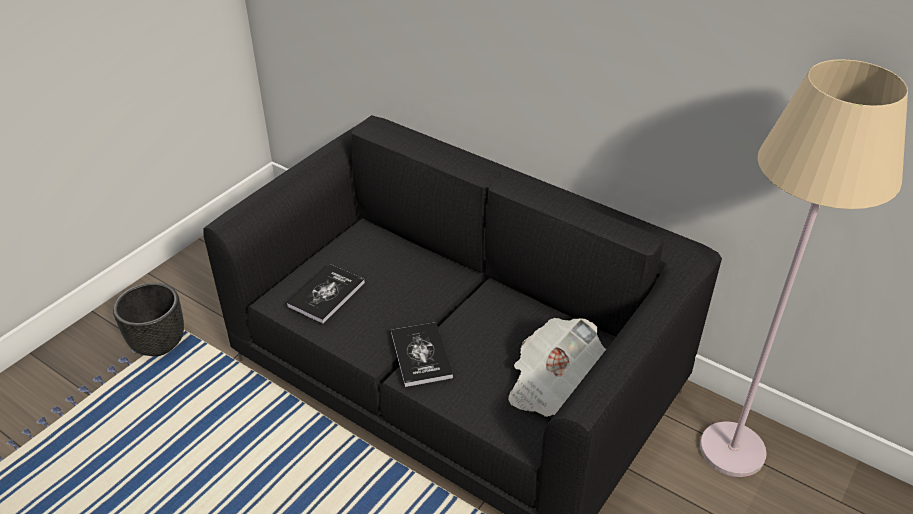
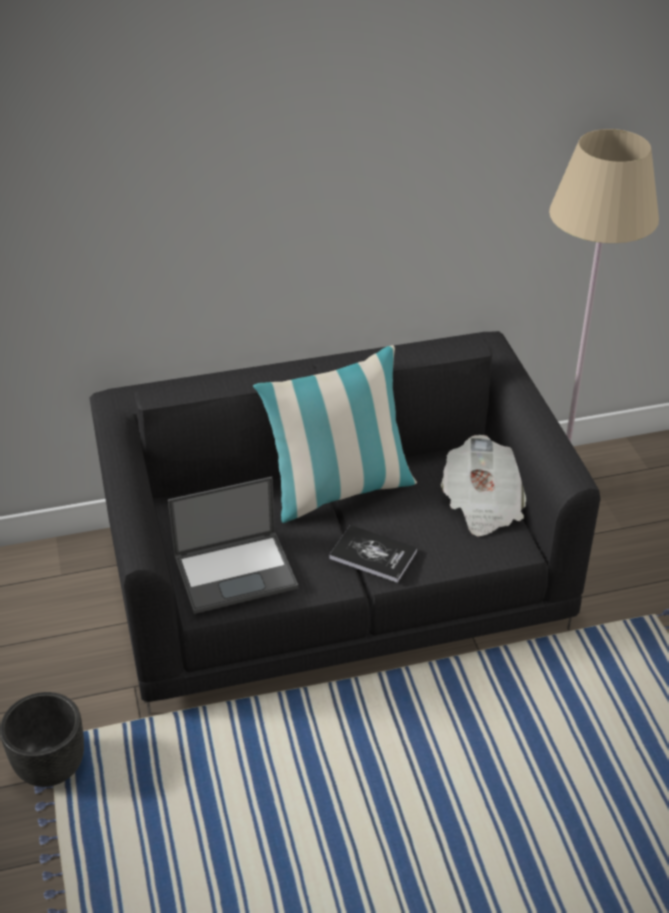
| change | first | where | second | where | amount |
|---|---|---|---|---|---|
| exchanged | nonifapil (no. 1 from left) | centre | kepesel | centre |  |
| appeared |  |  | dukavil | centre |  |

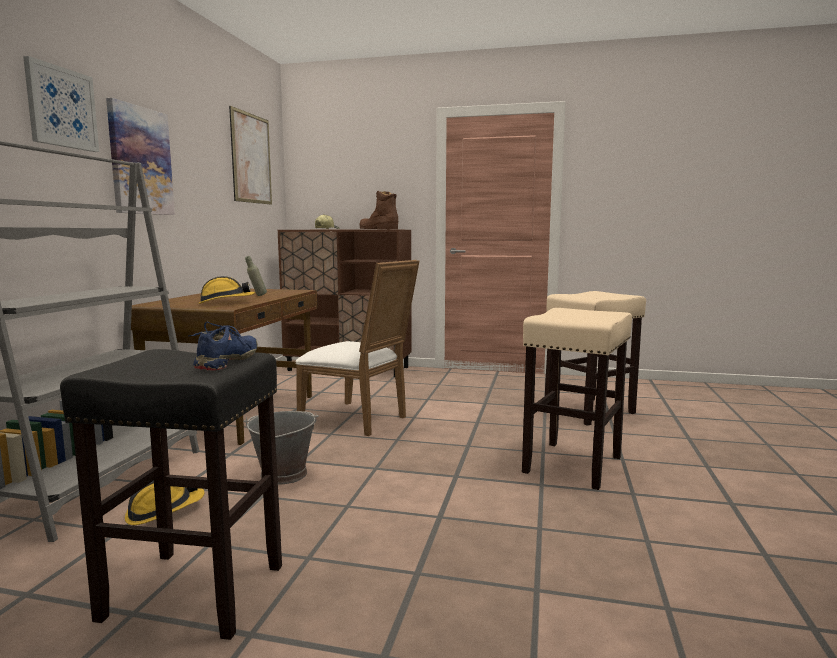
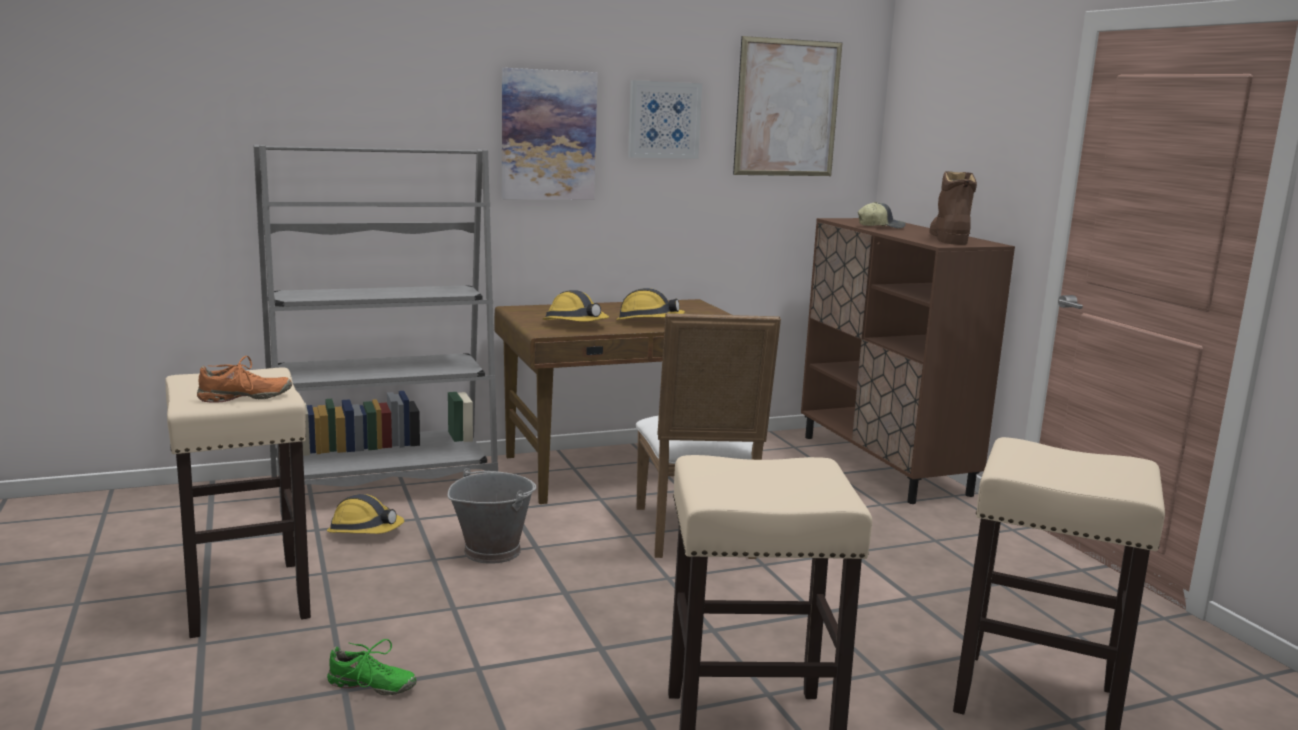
| change | first | where | second | where | amount |
|---|---|---|---|---|---|
| relocated | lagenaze (no. 1 from left in the first image) | top left | lagenaze (no. 2 from left) | top centre |  |
| colour | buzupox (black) | bottom left | buzupox (beige) (no. 1 from left) | bottom left |  |
| colour | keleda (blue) | middle left | keleda (orange) | middle left |  |
| exchanged | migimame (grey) | middle left | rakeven (no. 3 from left) | centre |  |
| appeared |  |  | keleda (green) | bottom left |  |

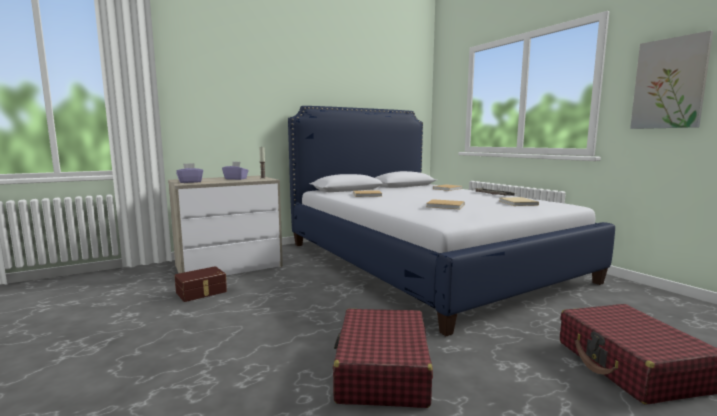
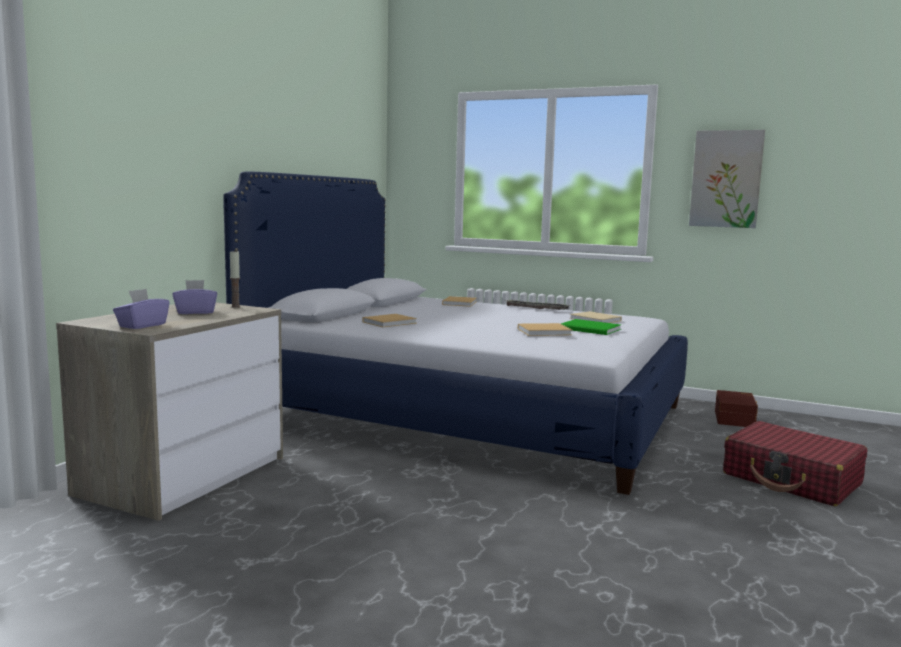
| change | first | where | second | where | amount |
|---|---|---|---|---|---|
| relocated | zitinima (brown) | bottom left |  | middle right |  |
| missing | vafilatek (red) (no. 1 from left) | bottom centre |  |  |  |
| appeared |  |  | nonifapil (green) | centre |  |

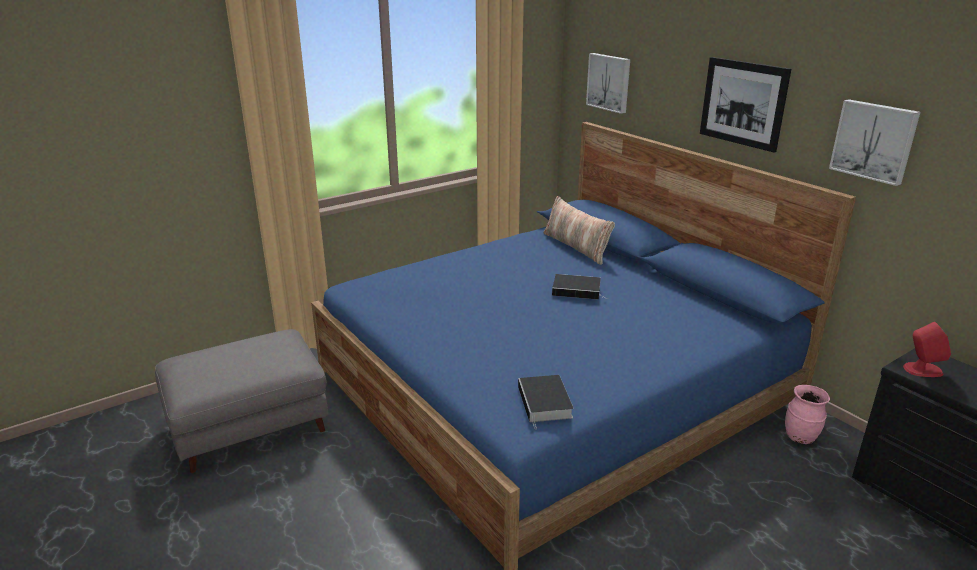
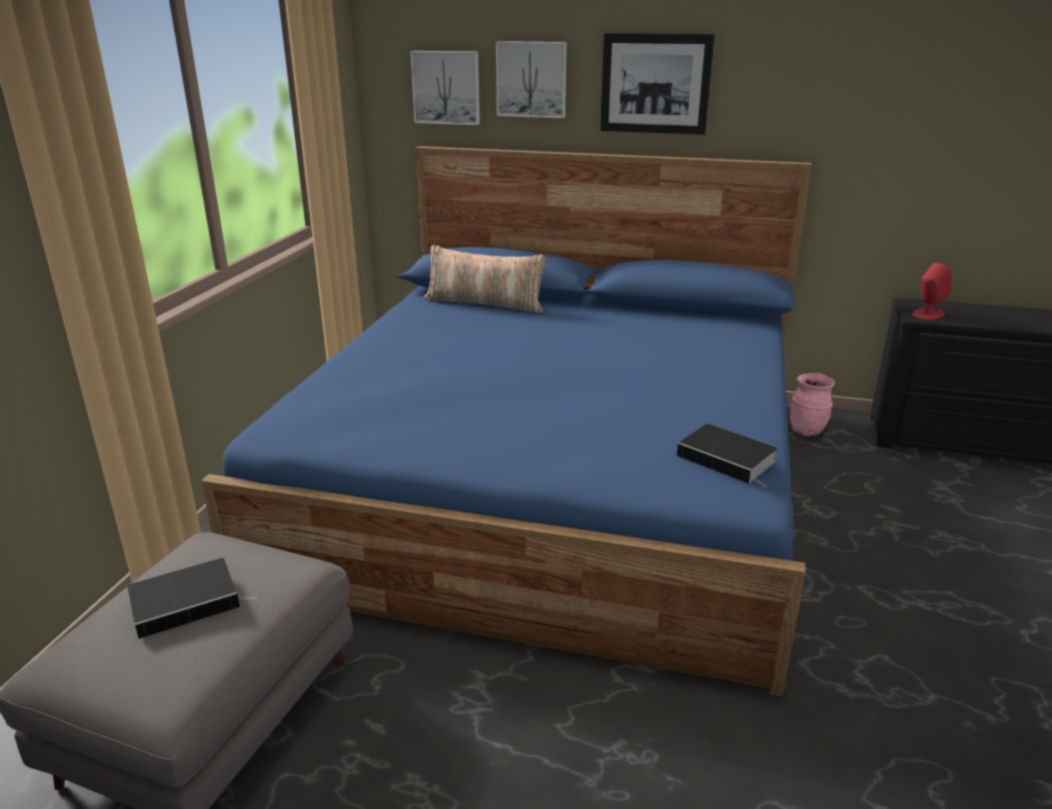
| change | first | where | second | where | amount |
|---|---|---|---|---|---|
| relocated | nonifapil (no. 2 from left in the first image) | centre | nonifapil (no. 1 from left) | bottom left |  |
| relocated | lagenaze (no. 3 from left in the first image) | top right | lagenaze (no. 2 from left) | top centre |  |

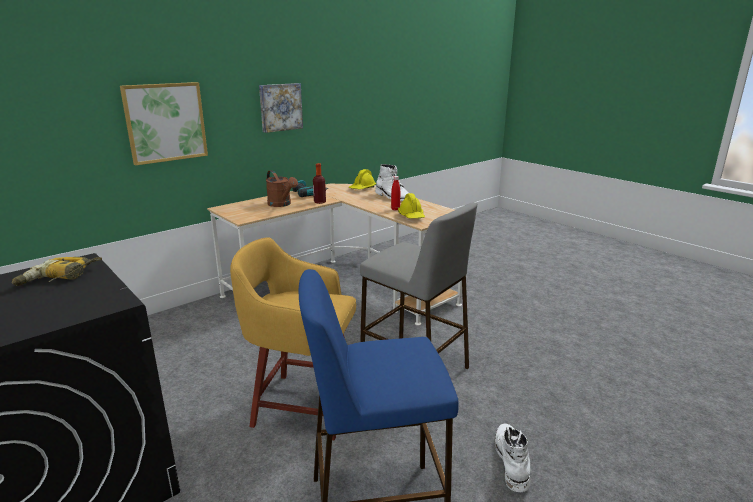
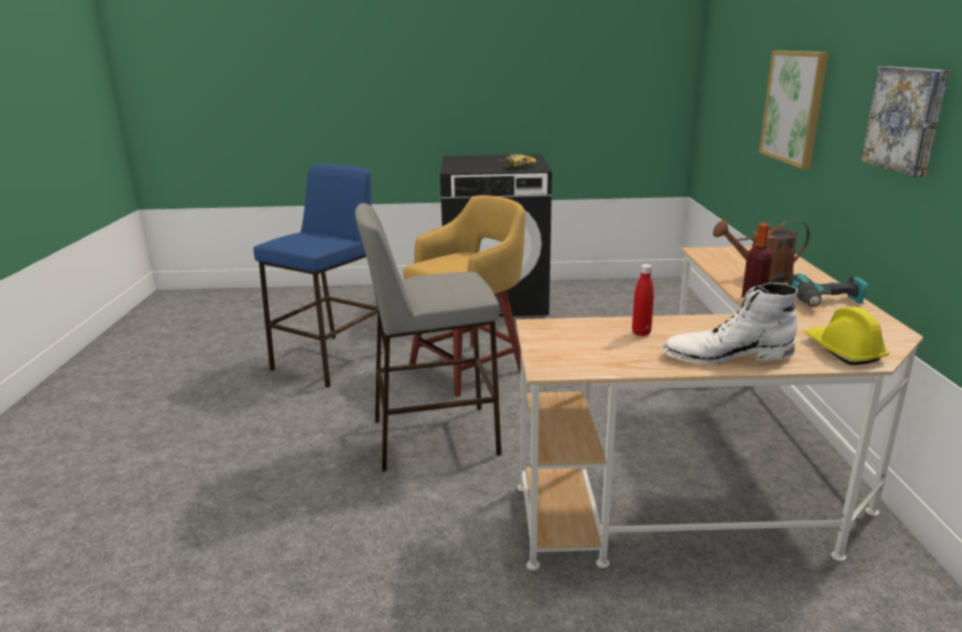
| change | first | where | second | where | amount |
|---|---|---|---|---|---|
| missing | rakeven (yellow) (no. 2 from left) | centre |  |  |  |
| missing | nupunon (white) (no. 2 from left) | bottom right |  |  |  |

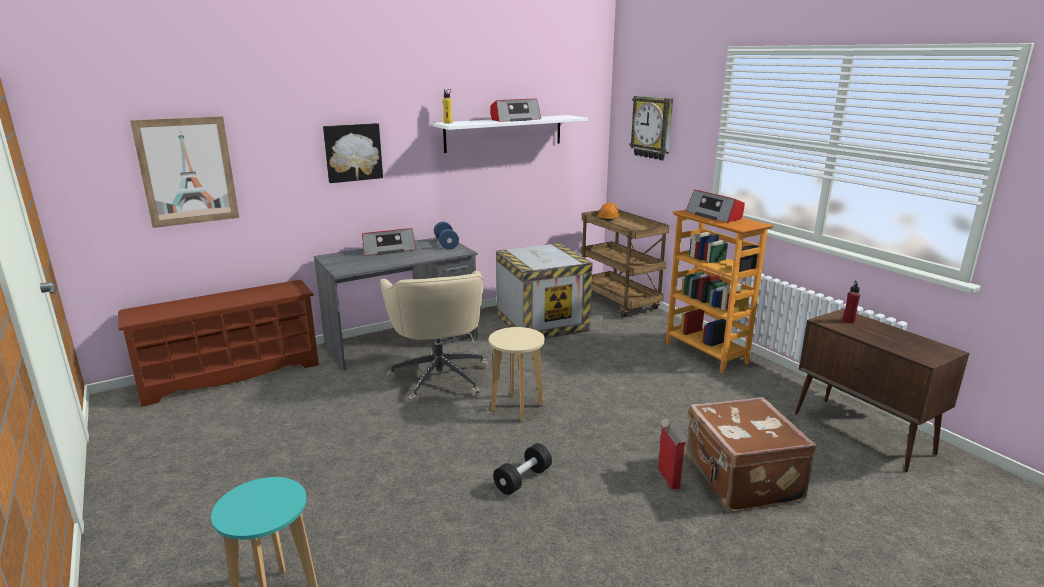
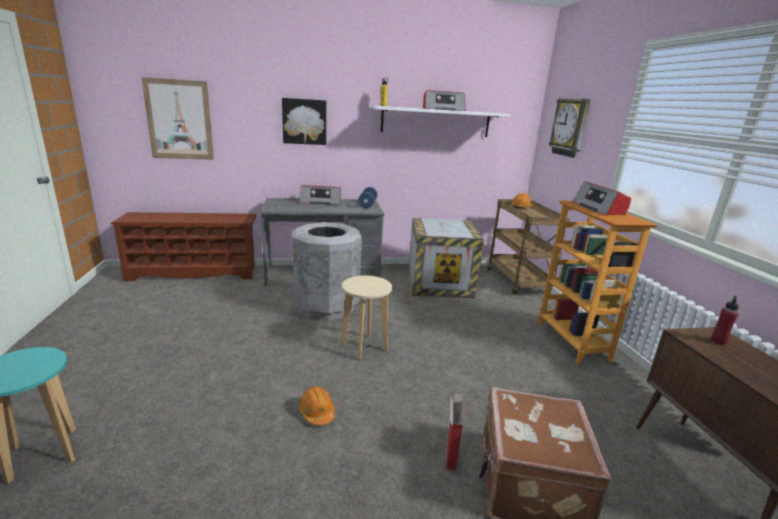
| change | first | where | second | where | amount |
|---|---|---|---|---|---|
| exchanged | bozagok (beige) | centre | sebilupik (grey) | centre |  |
| exchanged | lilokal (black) | bottom centre | rakeven (orange) (no. 1 from left) | bottom centre |  |

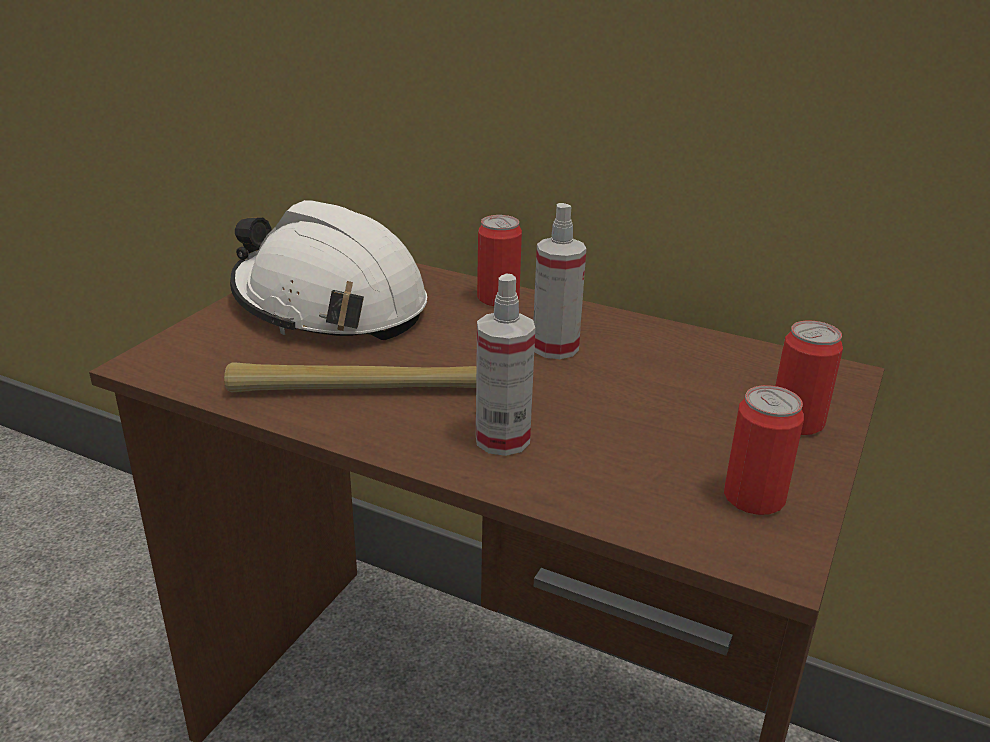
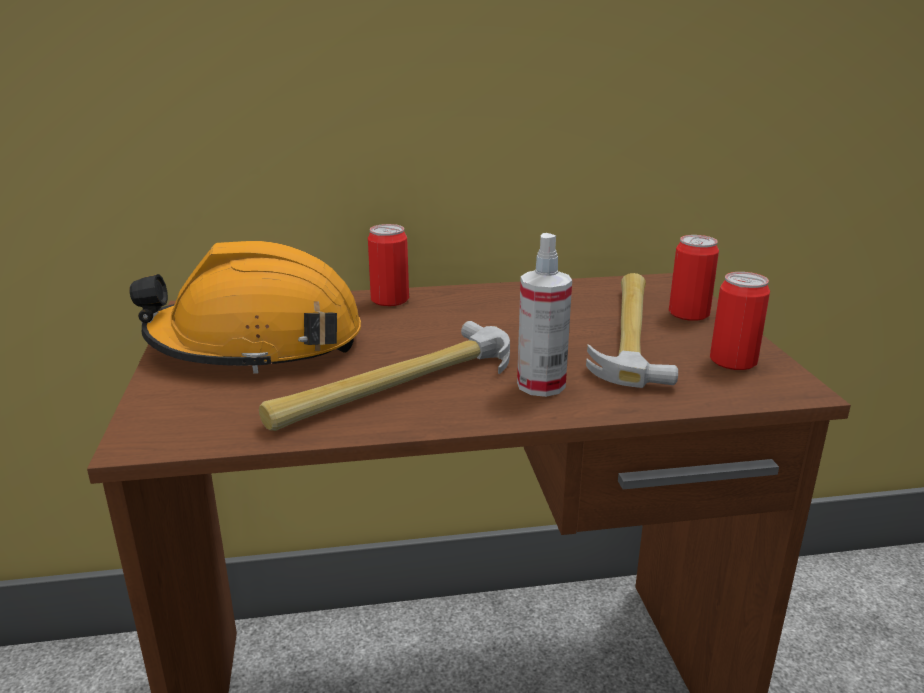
| change | first | where | second | where | amount |
|---|---|---|---|---|---|
| colour | rakeven (white) | middle left | rakeven (orange) | middle left |  |
| missing | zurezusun (no. 2 from left) | centre |  |  |  |
| appeared |  |  | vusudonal (no. 2 from left) | middle right |  |

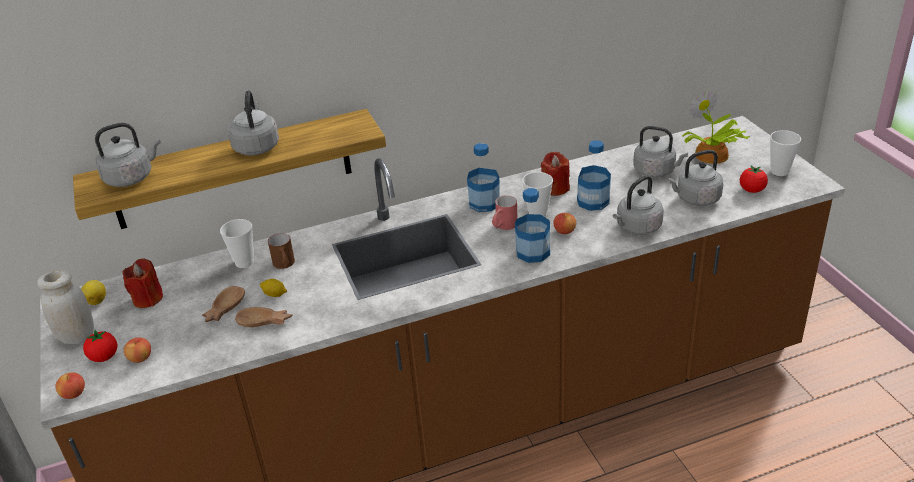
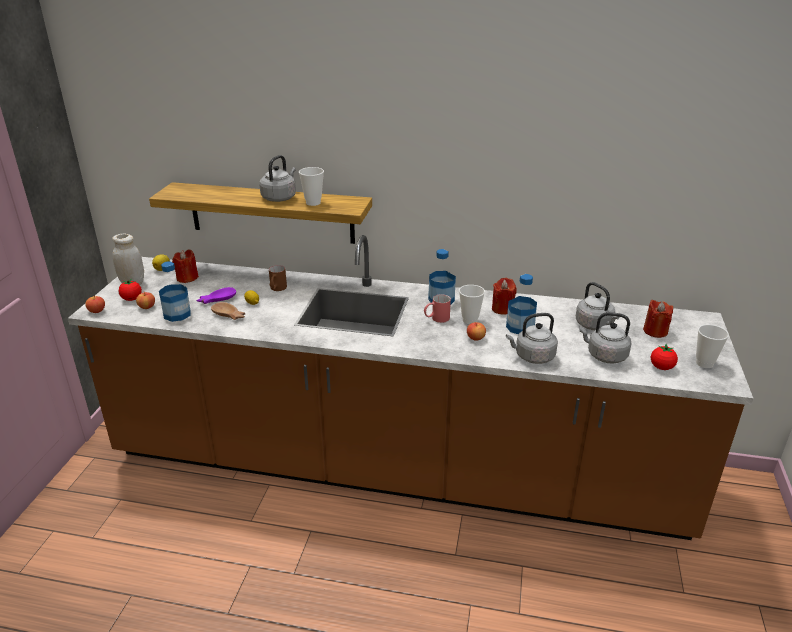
| change | first | where | second | where | amount |
|---|---|---|---|---|---|
| missing | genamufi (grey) (no. 1 from left) | top left |  |  |  |
| colour | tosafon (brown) (no. 1 from left) | middle left | tosafon (purple) | middle left |  |
| relocated | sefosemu (no. 1 from left) | middle left |  | top centre |  |
| relocated | migimame (no. 2 from left in the first image) | centre | migimame (no. 1 from left) | middle left |  |
| exchanged | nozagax | top right | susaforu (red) (no. 3 from left) | middle right |  |

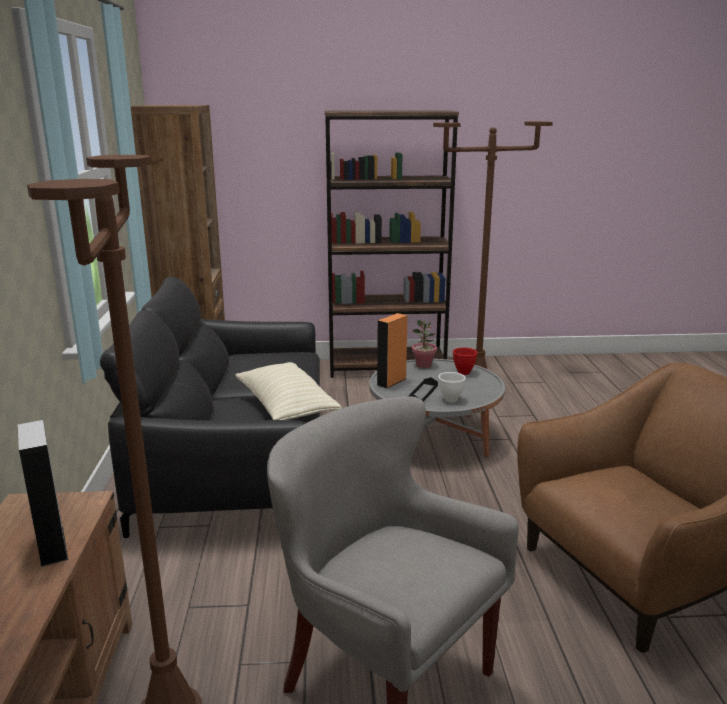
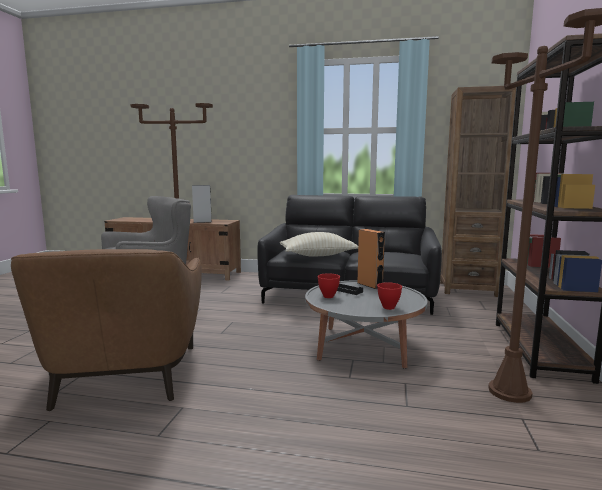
| change | first | where | second | where | amount |
|---|---|---|---|---|---|
| missing | nozagax | centre |  |  |  |
| colour | tosafon (white) | centre | tosafon (red) (no. 1 from left) | centre |  |

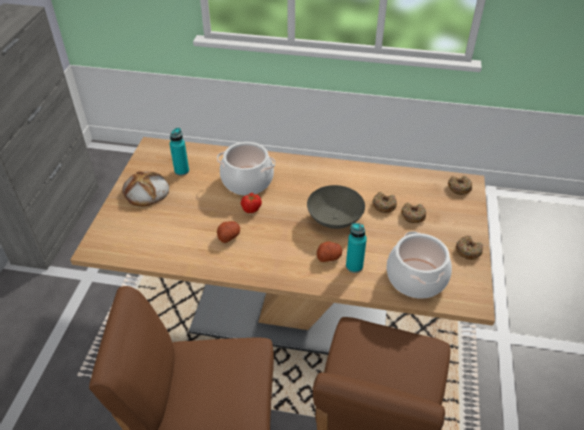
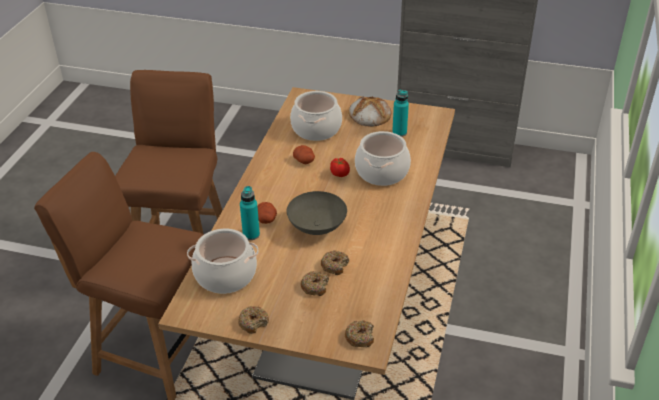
| change | first | where | second | where | amount |
|---|---|---|---|---|---|
| appeared |  |  | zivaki (no. 2 from left) | top centre |  |

